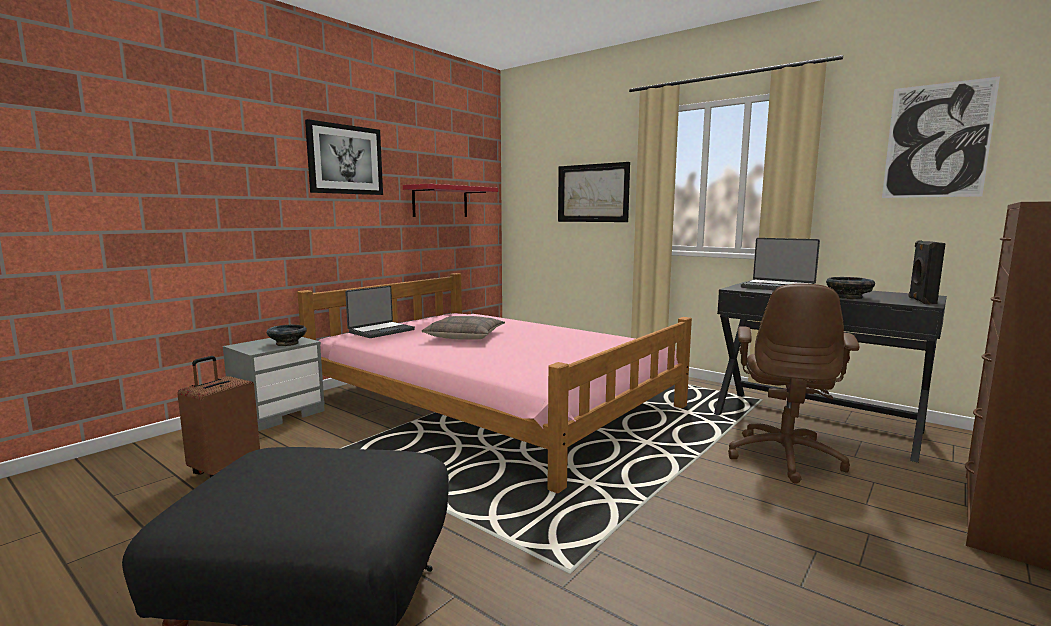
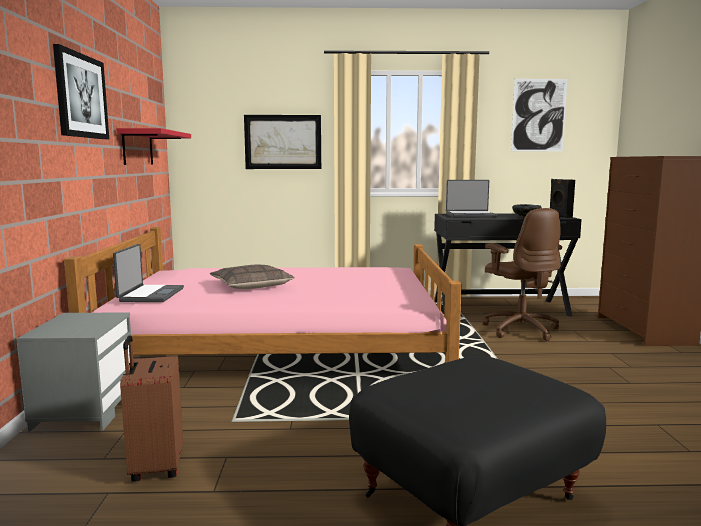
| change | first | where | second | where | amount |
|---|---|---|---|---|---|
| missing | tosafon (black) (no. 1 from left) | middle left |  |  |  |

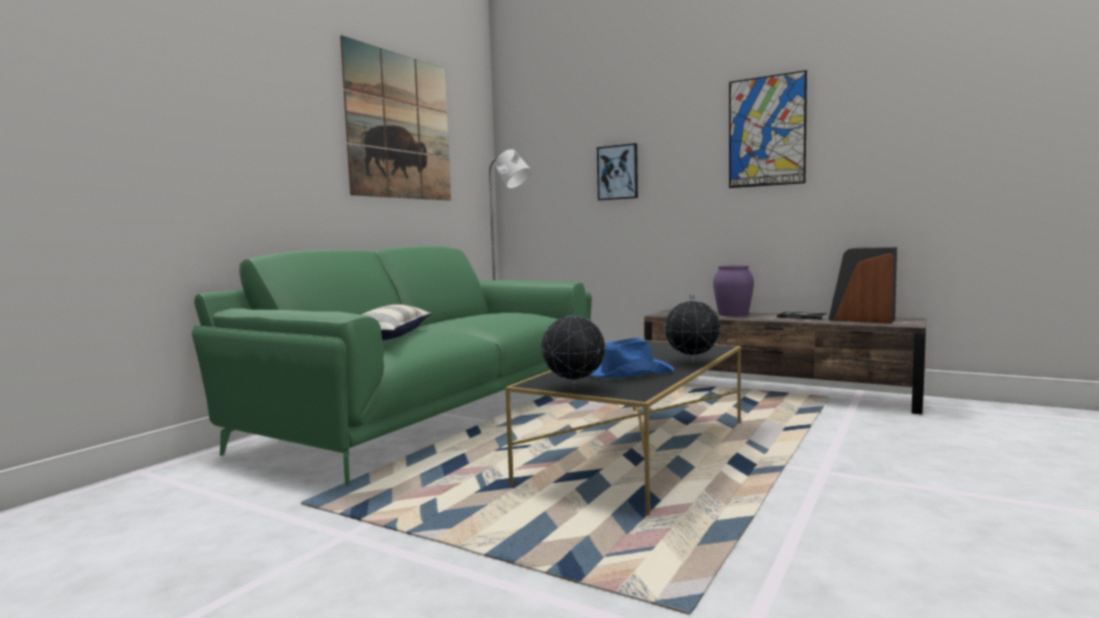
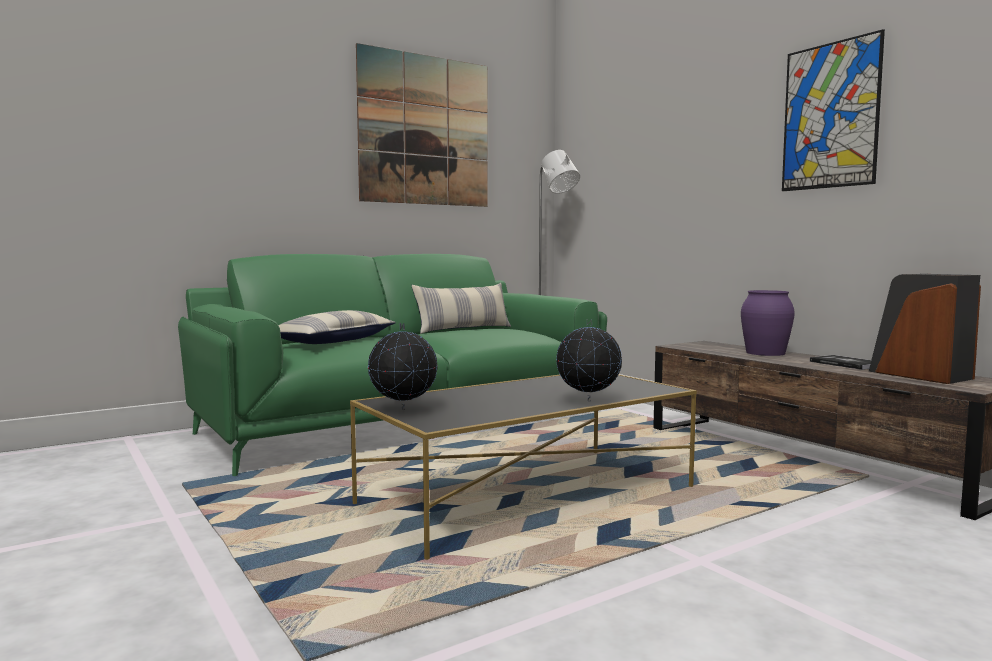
| change | first | where | second | where | amount |
|---|---|---|---|---|---|
| missing | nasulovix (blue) | centre |  |  |  |
| missing | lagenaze (no. 2 from left) | top centre |  |  |  |
| appeared |  |  | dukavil (no. 2 from left) | centre |  |

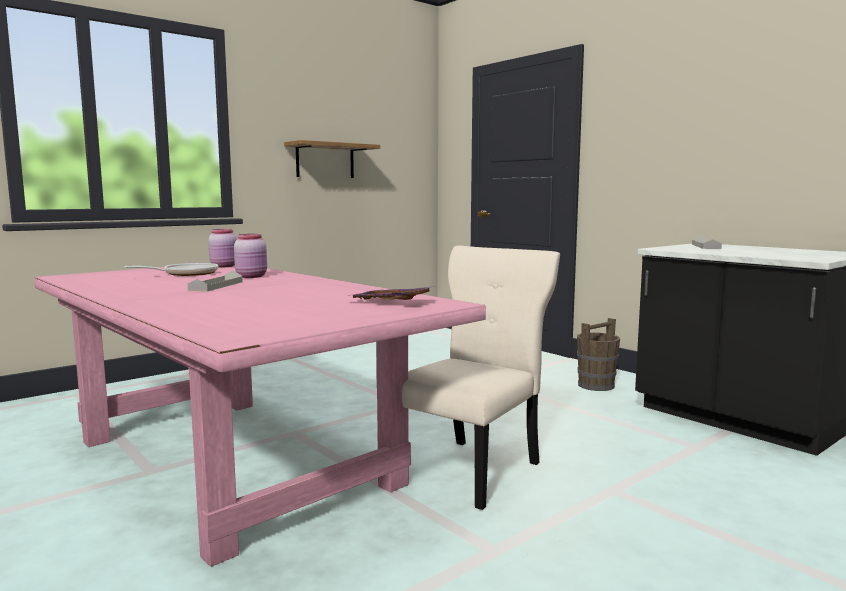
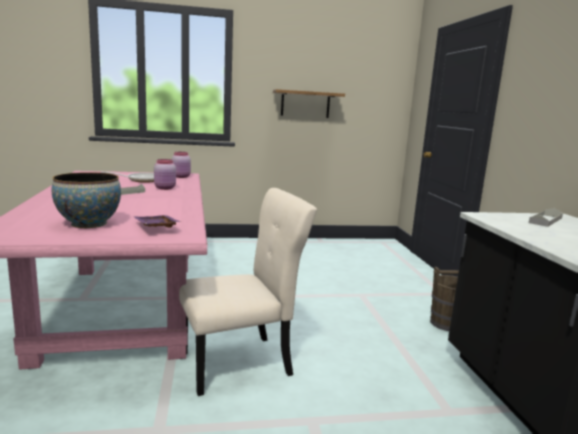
| change | first | where | second | where | amount |
|---|---|---|---|---|---|
| appeared |  |  | tosafon | middle left |  |

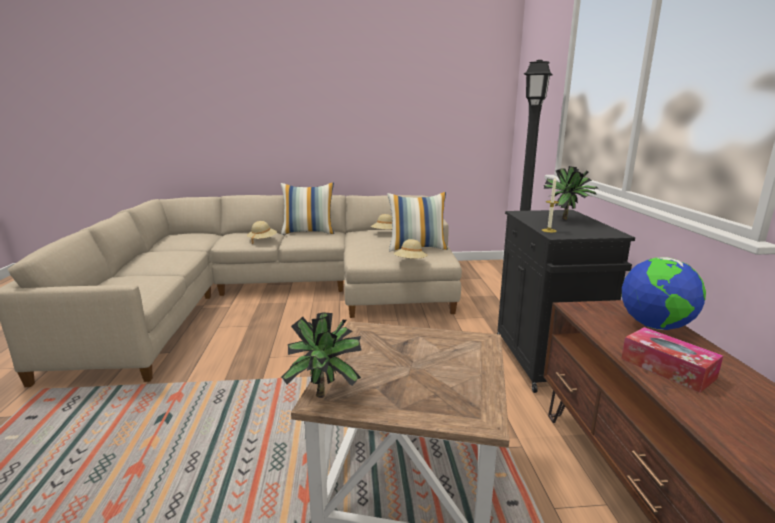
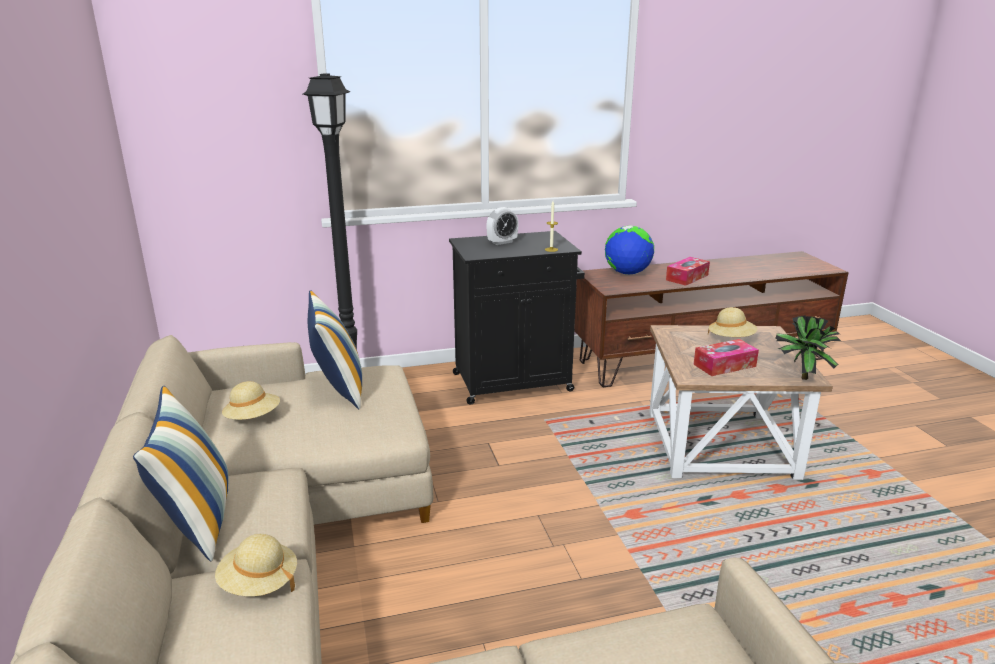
| change | first | where | second | where | amount |
|---|---|---|---|---|---|
| relocated | nasulovix (beige) (no. 3 from left) | centre |  | middle right |  |
| exchanged | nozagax (no. 2 from left) | middle right | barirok | centre |  |
| appeared |  |  | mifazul (no. 2 from left) | middle right |  |

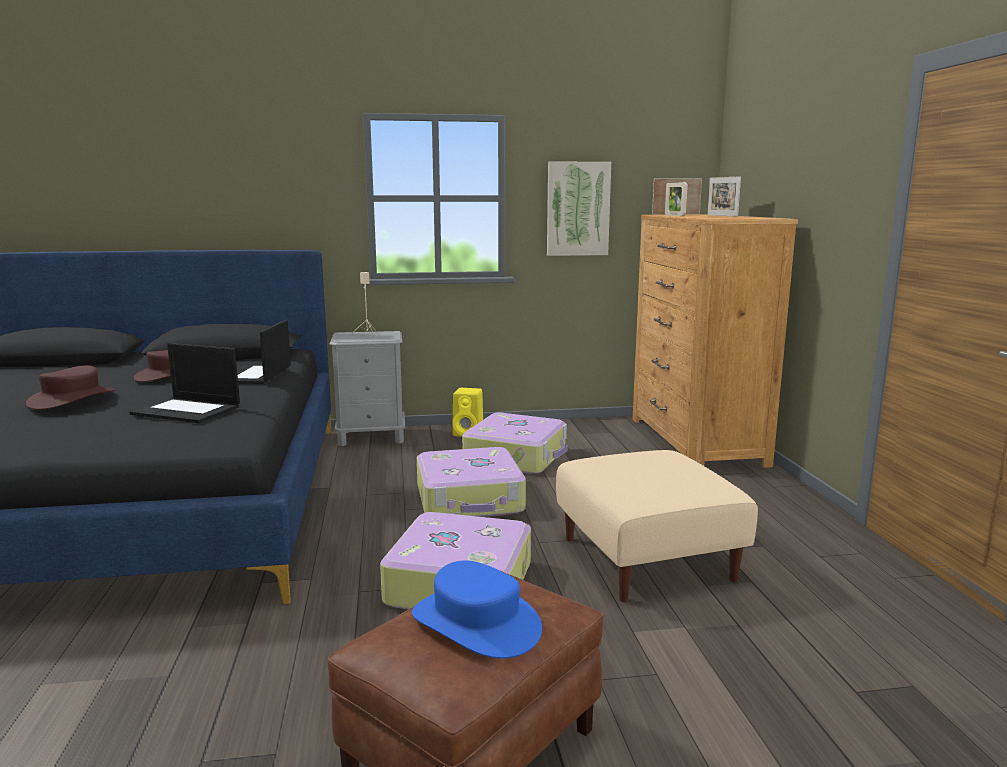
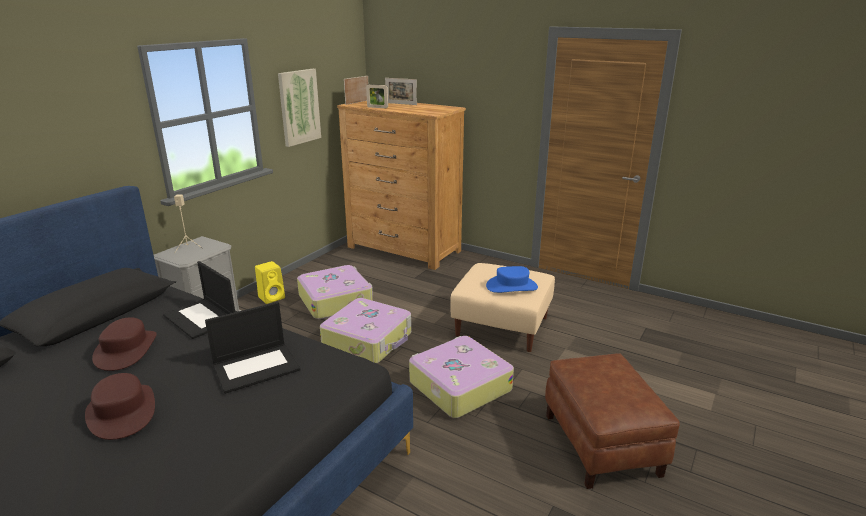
| change | first | where | second | where | amount |
|---|---|---|---|---|---|
| relocated | nasulovix (blue) | bottom centre |  | centre |  |

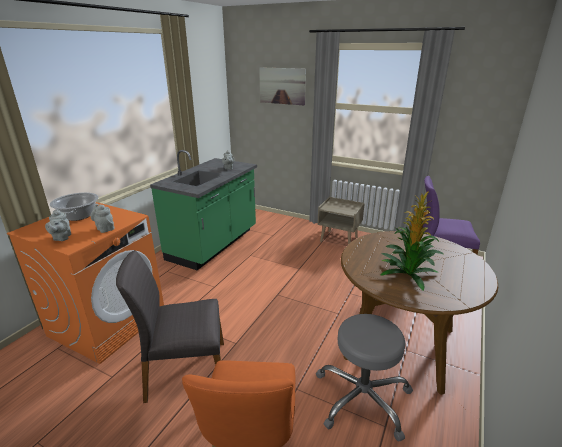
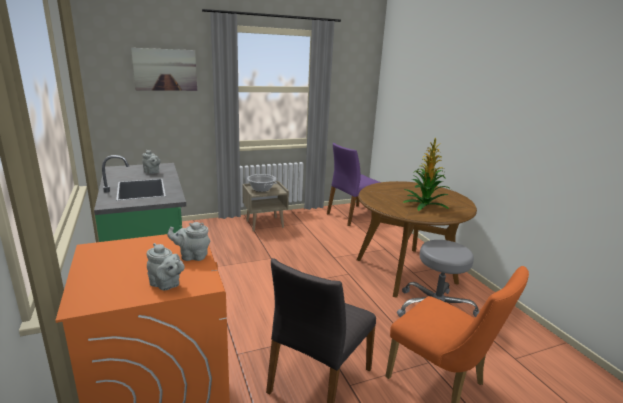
| change | first | where | second | where | amount |
|---|---|---|---|---|---|
| relocated | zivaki | middle left |  | centre |  |

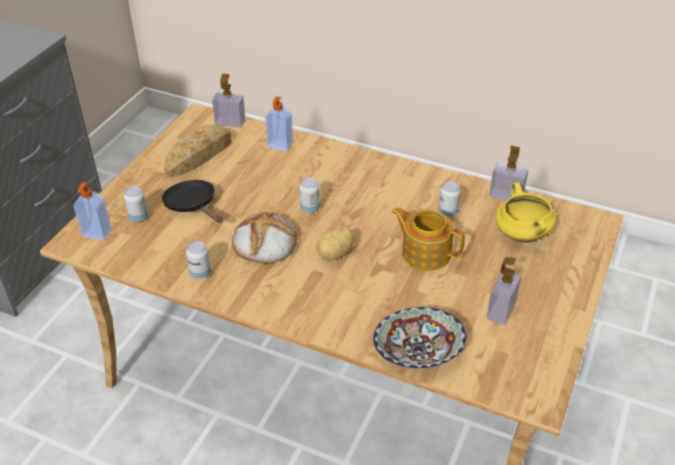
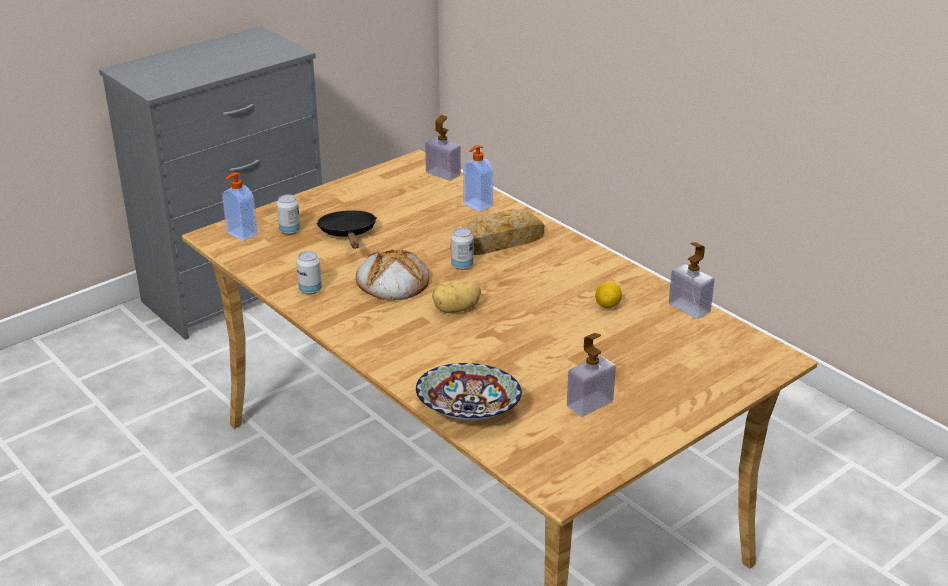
| change | first | where | second | where | amount |
|---|---|---|---|---|---|
| relocated | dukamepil (no. 1 from left in the first image) | top left | dukamepil (no. 2 from left) | centre |  |
| missing | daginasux | centre |  |  |  |
| exchanged | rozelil (no. 4 from left) | centre | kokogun | centre |  |
| missing | zivaki (yellow) | middle right |  |  |  |

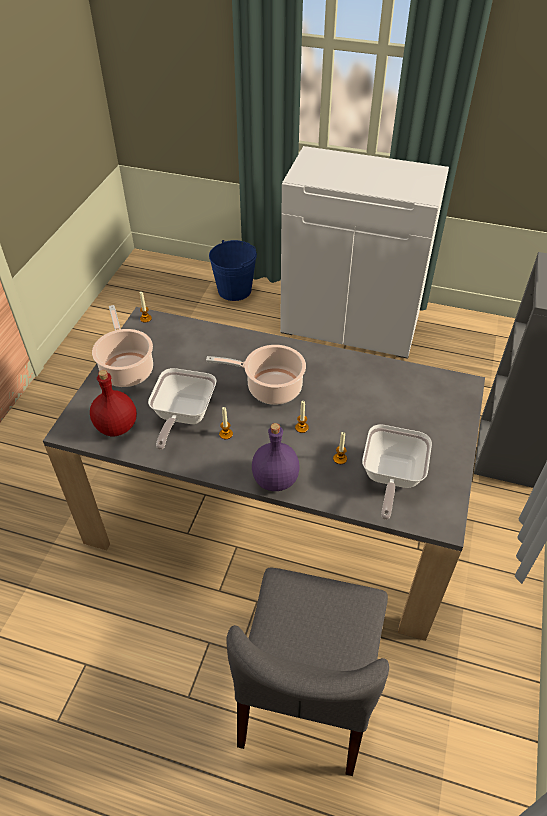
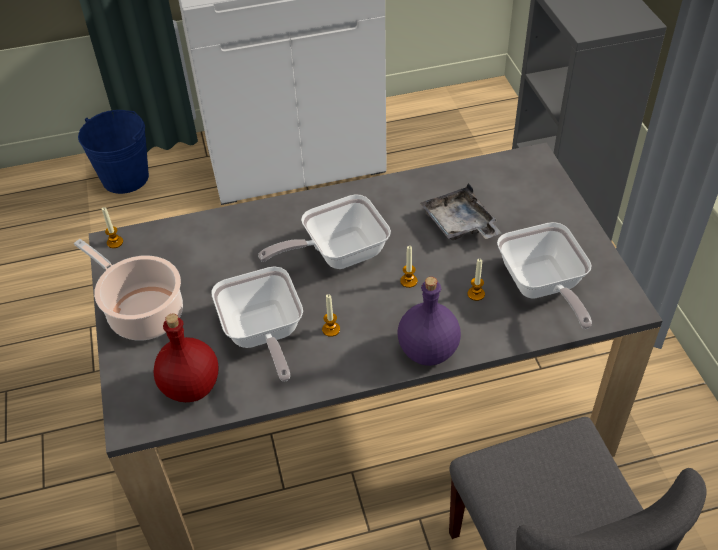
| change | first | where | second | where | amount |
|---|---|---|---|---|---|
| exchanged | zivaki (no. 2 from left) | centre | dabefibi (no. 2 from left) | centre |  |
| appeared |  |  | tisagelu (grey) | centre |  |

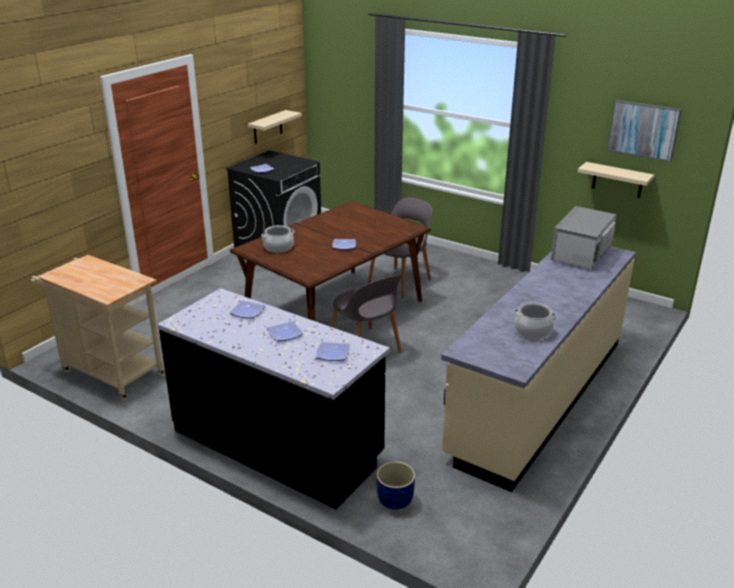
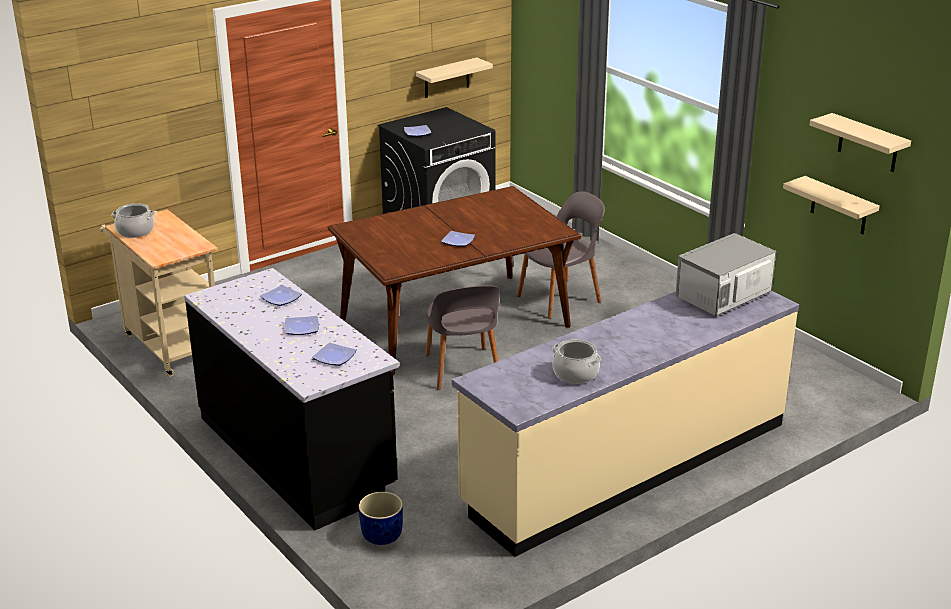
| change | first | where | second | where | amount |
|---|---|---|---|---|---|
| relocated | zivaki (no. 1 from left) | centre |  | middle left |  |
| exchanged | lagenaze | top right | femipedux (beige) (no. 3 from left) | top right |  |

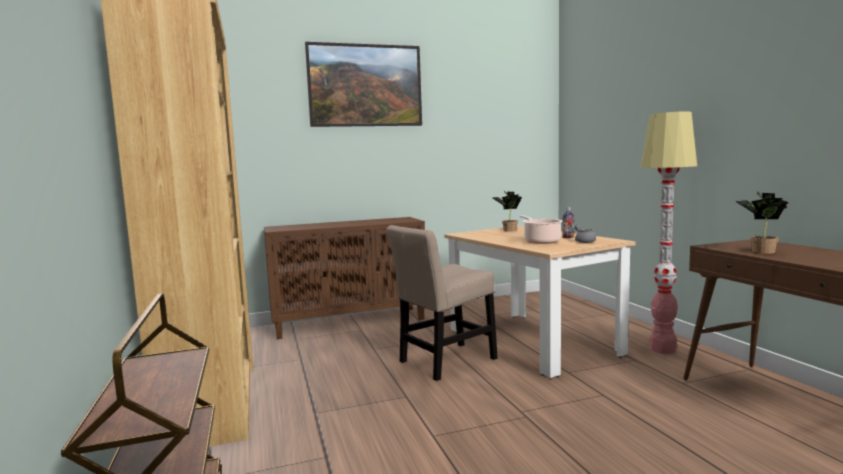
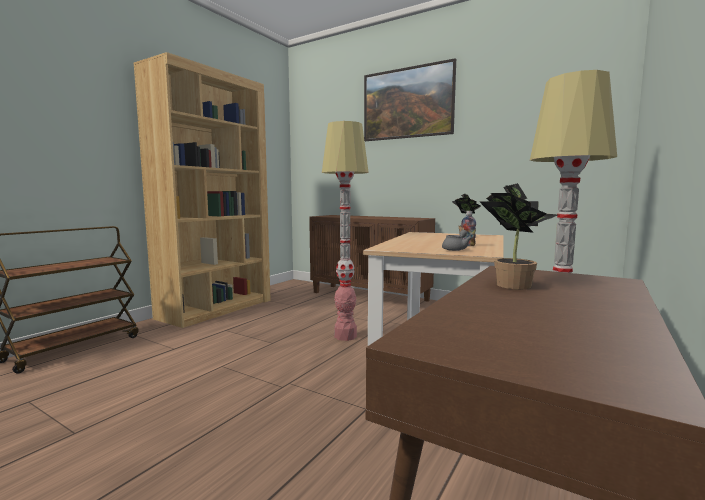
| change | first | where | second | where | amount |
|---|---|---|---|---|---|
| exchanged | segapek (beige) | centre | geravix (no. 1 from left) | centre |  |
| missing | zivaki | centre |  |  |  |

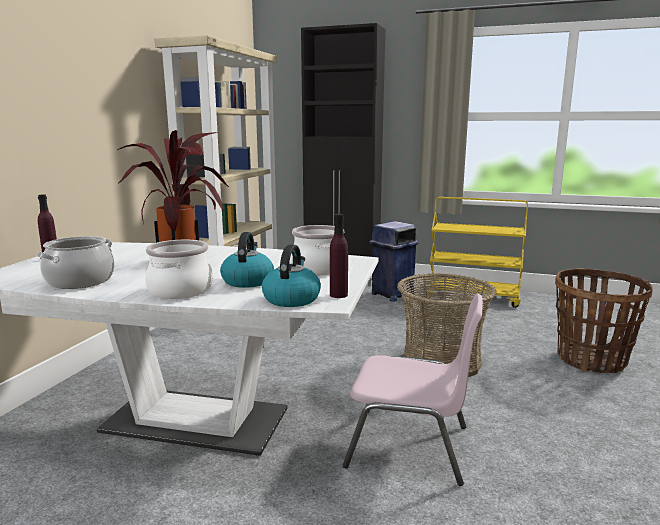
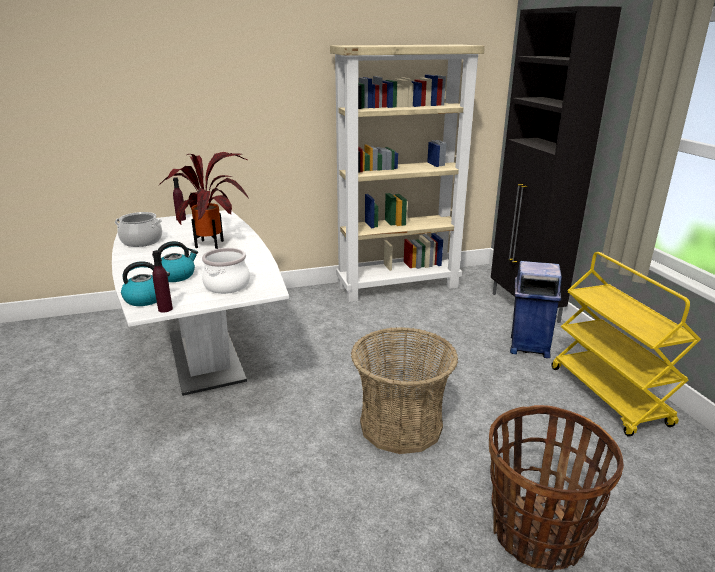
| change | first | where | second | where | amount |
|---|---|---|---|---|---|
| missing | zivaki (no. 2 from left) | middle left |  |  |  |
| missing | segapek (pink) | bottom centre |  |  |  |

